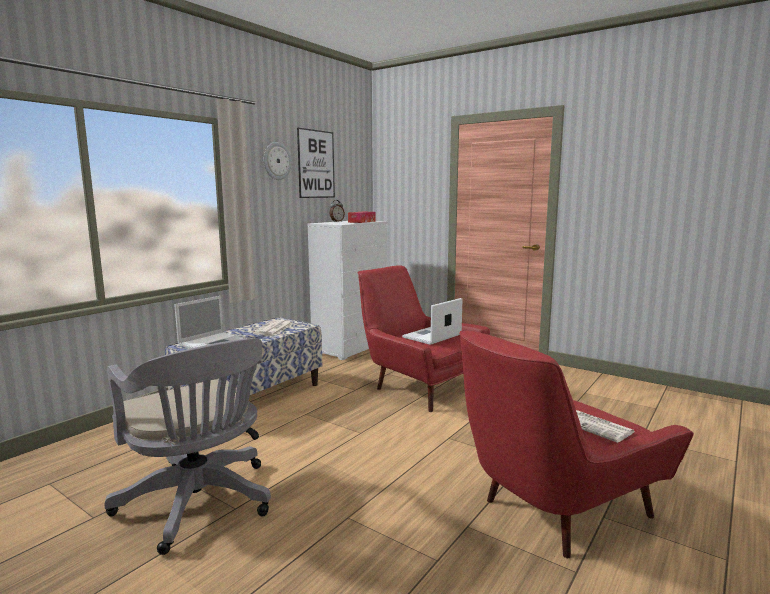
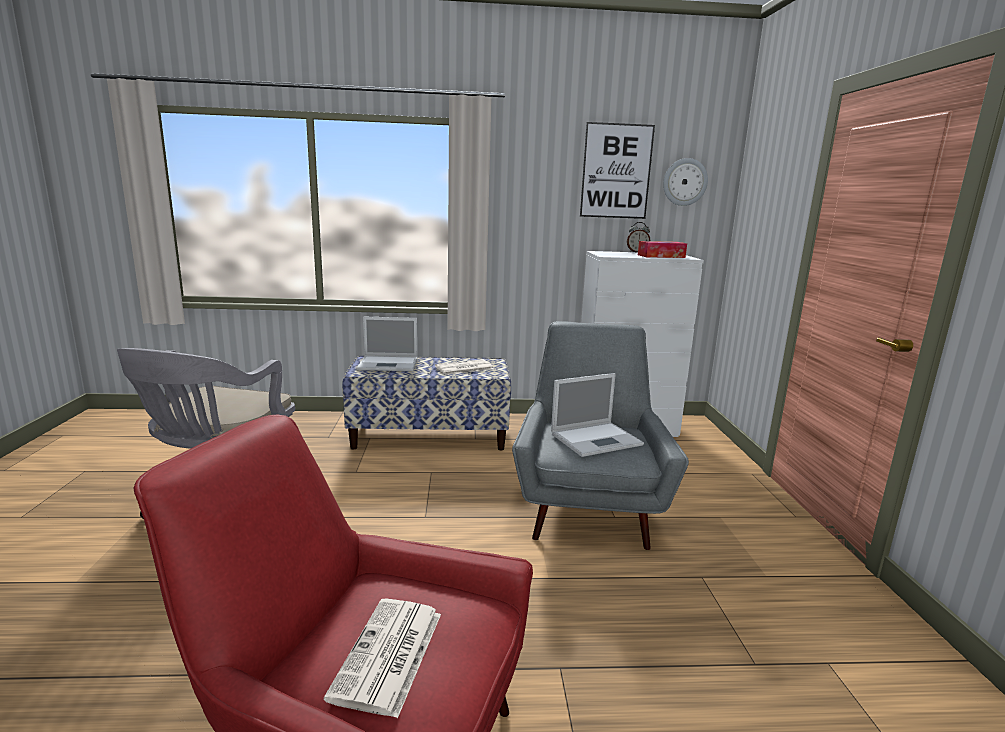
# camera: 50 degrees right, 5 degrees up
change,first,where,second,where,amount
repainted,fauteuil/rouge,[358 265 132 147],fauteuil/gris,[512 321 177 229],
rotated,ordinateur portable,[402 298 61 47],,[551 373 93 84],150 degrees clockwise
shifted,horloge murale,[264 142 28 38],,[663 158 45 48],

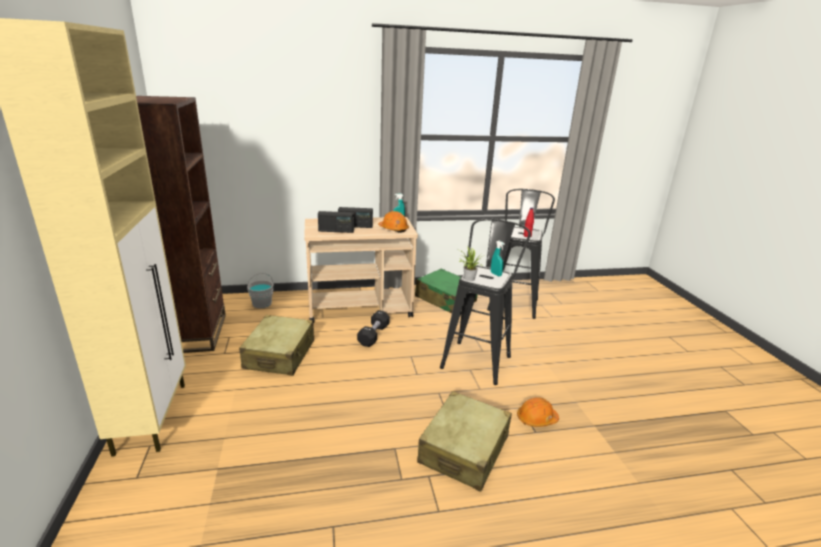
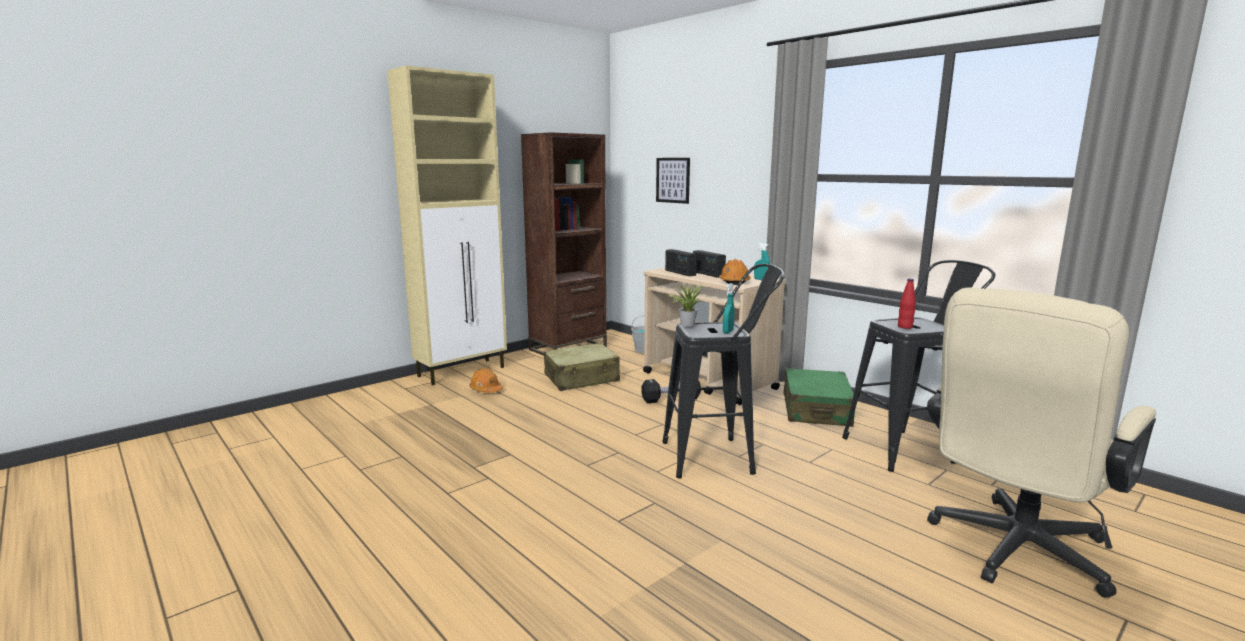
# camera: 60 degrees right, 10 degrees down
change,first,where,second,where,amount
shifted,casque de chantier/orange,[517 397 42 30],,[469 369 34 24],
new,,,tableau,[656 158 34 46],
new,,,chaise de bureau/beige,[927 288 229 310],
gone,valise/beige,[417 391 95 100],,,

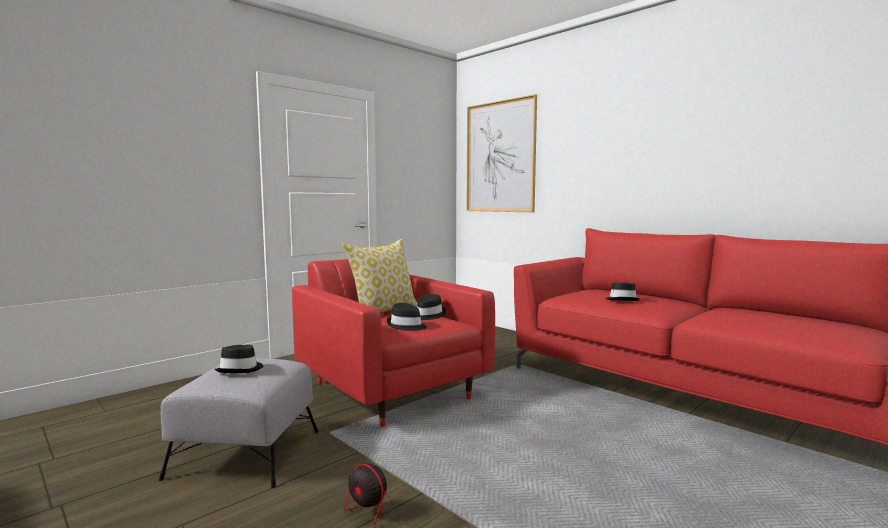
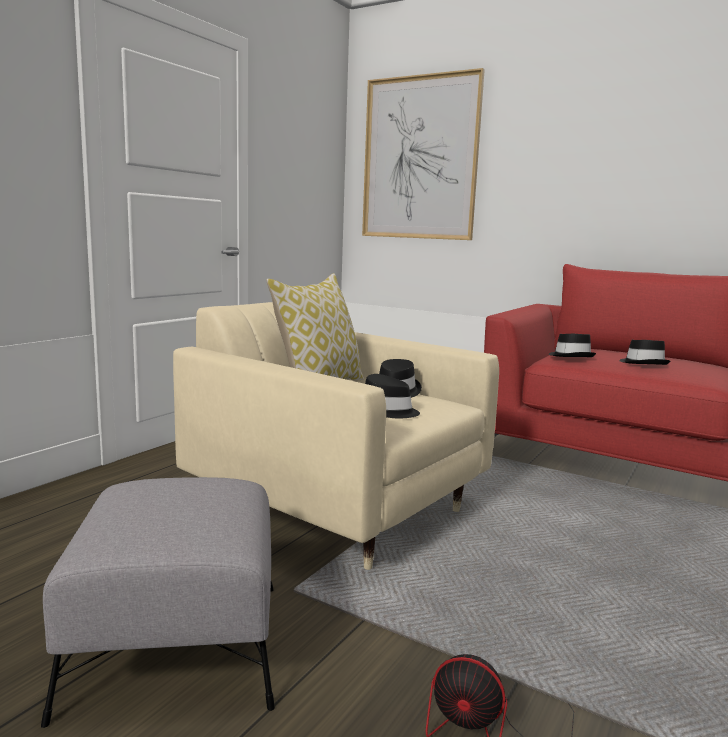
# camera: 15 degrees left, 5 degrees up
change,first,where,second,where,amount
repainted,fauteuil/rouge,[292 259 203 168],fauteuil/beige,[173 302 326 268],
shifted,chapeau/noir,[214 345 49 28],,[549 334 47 23],

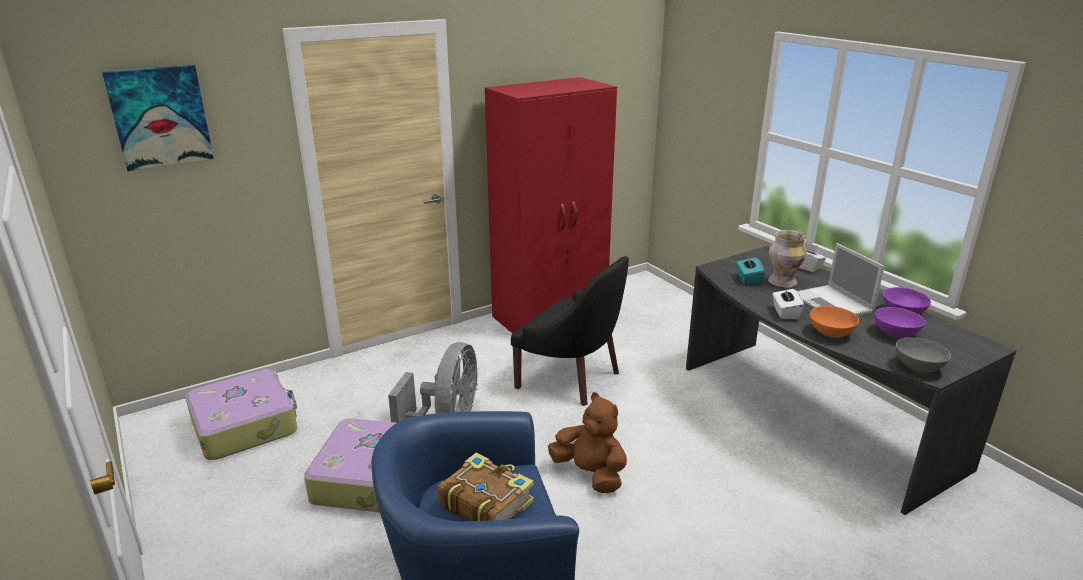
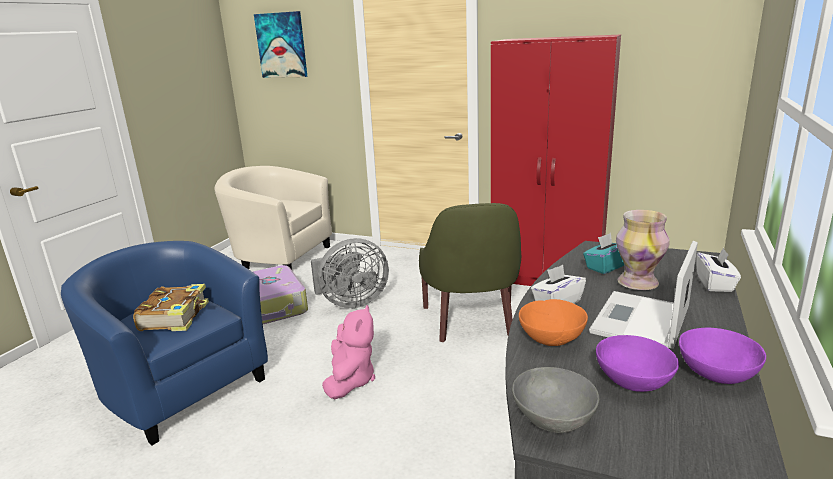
# camera: 55 degrees right, 5 degrees down
change,first,where,second,where,amount
swapped,valise,[185 369 112 91],fauteuil/beige,[215 166 117 104],
repainted,peluche/marron,[548 392 79 101],peluche/rose,[322 305 53 94],
repainted,fauteuil/noir,[511 256 118 150],fauteuil/vert,[419 203 102 139],

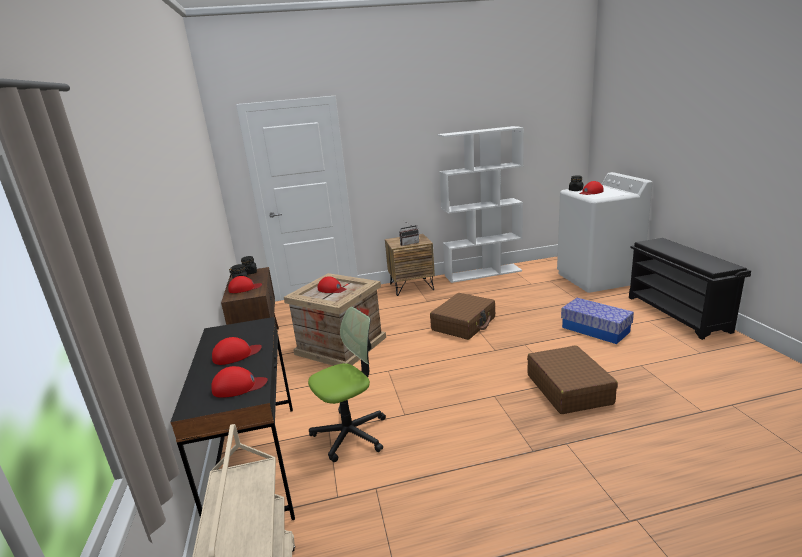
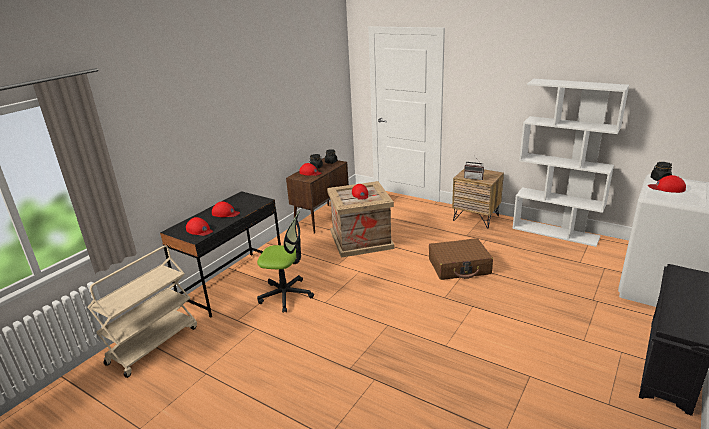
# camera: 45 degrees right, 5 degrees up
change,first,where,second,where,amount
gone,valise/marron,[527 345 91 69],,,
gone,boîte de rangement,[561 298 73 46],,,

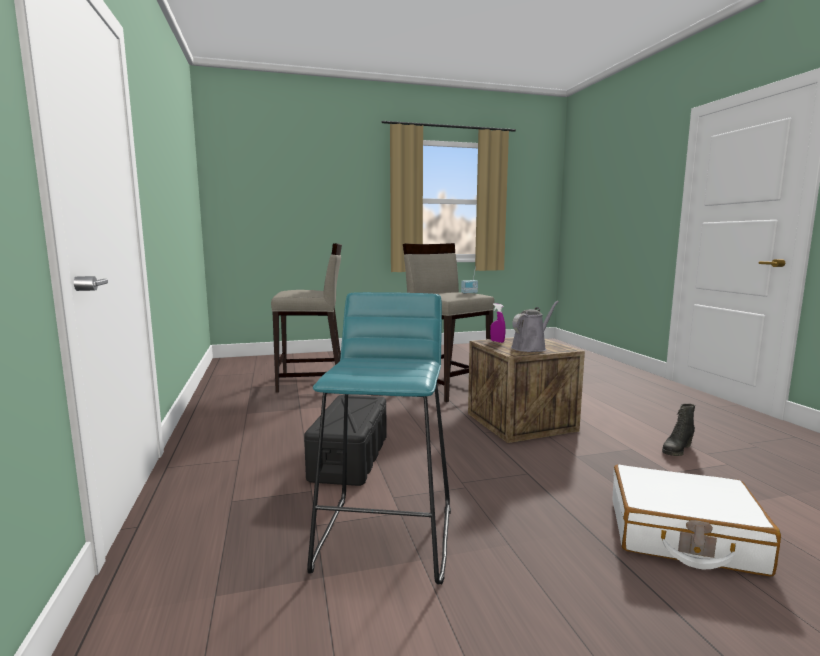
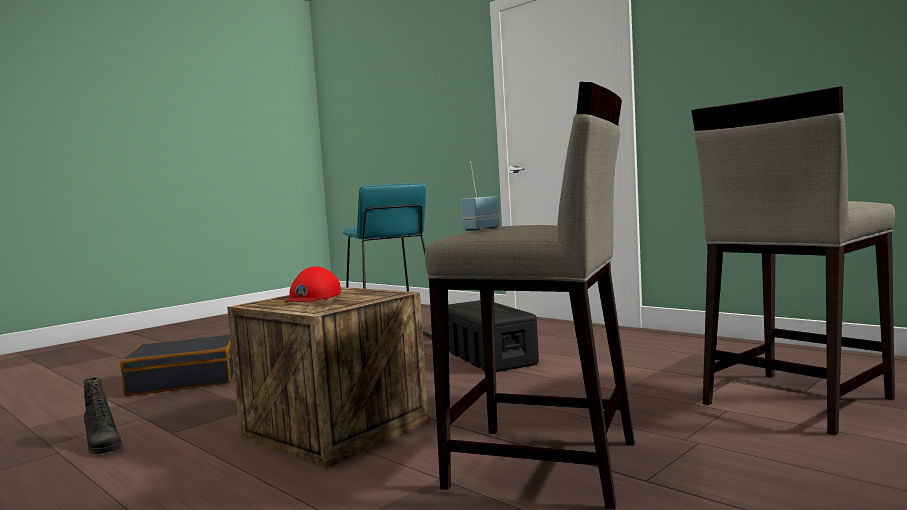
# camera: 150 degrees right, 5 degrees down
change,first,where,second,where,amount
rotated,botte/noir,[662 404 33 52],,[83 377 39 77],120 degrees clockwise
repainted,valise/blanc,[612 464 169 113],valise/noir,[120 334 114 62],
swapped,arrosoir/gris,[511 301 48 51],casquette/rouge,[285 266 56 36],
gone,vaporisateur/violet,[490 303 16 40],,,

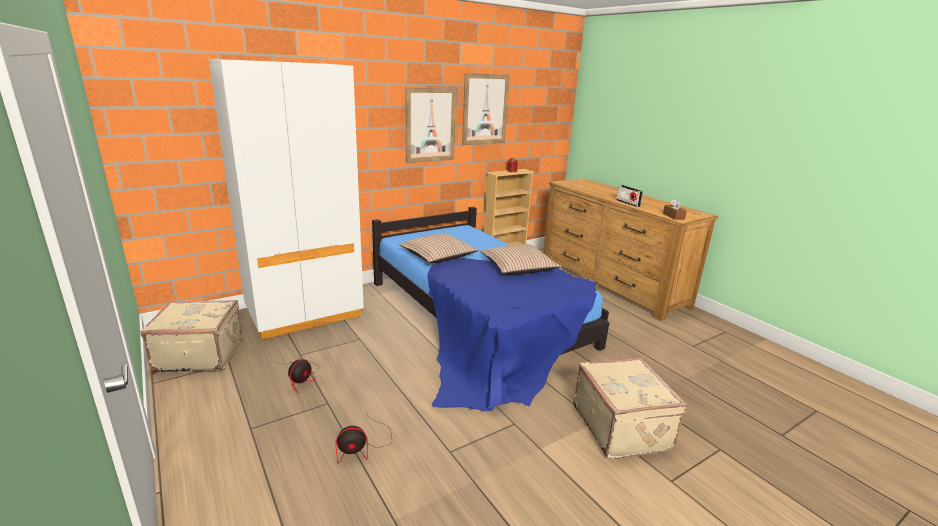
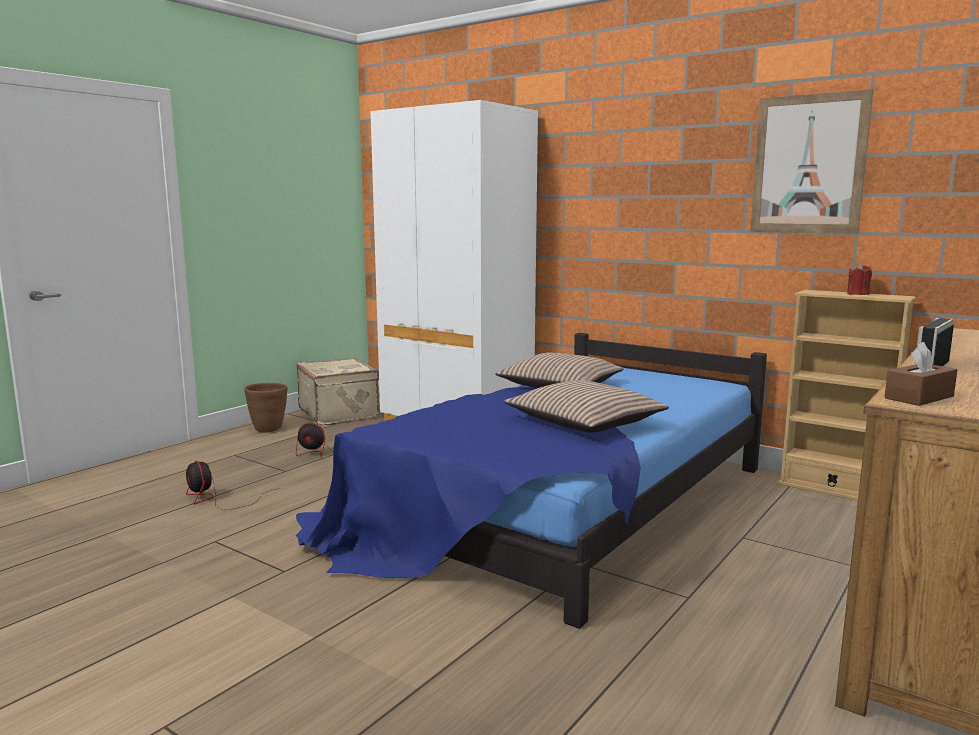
# camera: 70 degrees right, 10 degrees down
change,first,where,second,where,amount
new,,,cache-pot/marron,[244 383 43 50],
gone,tableau,[405 87 51 76],,,
gone,valise/beige,[573 358 114 101],,,

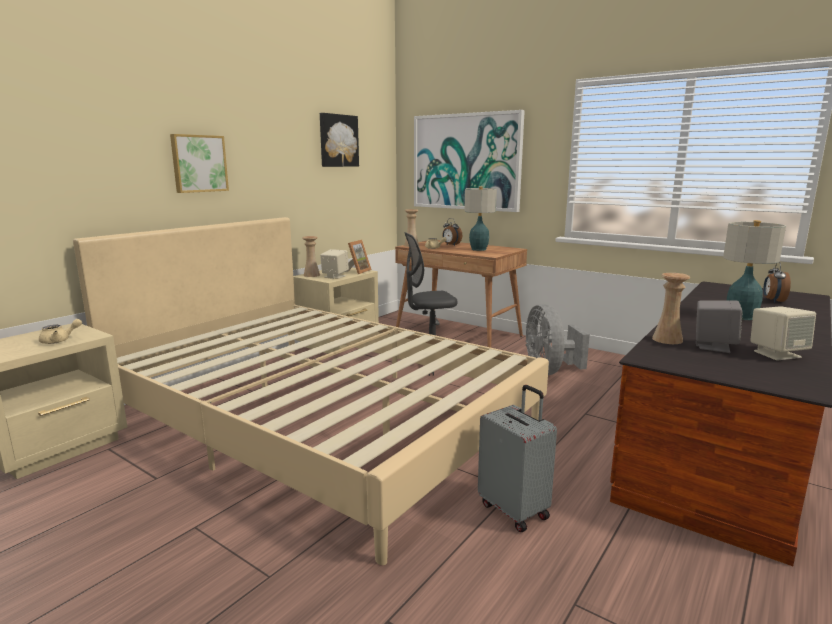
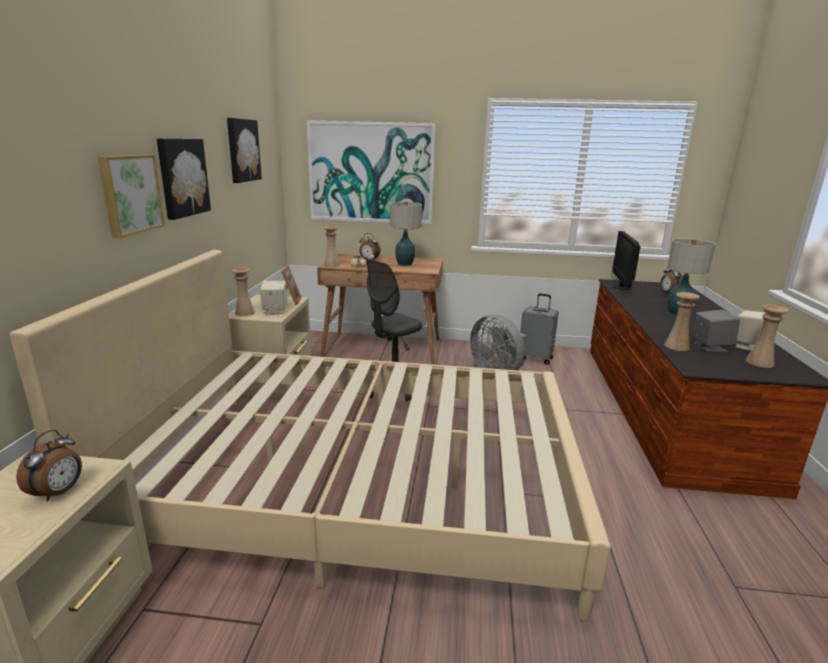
# camera: 30 degrees left, 5 degrees up
change,first,where,second,where,amount
swapped,théière/beige,[39 319 43 25],réveil,[16 430 66 72],
new,,,tableau,[157 139 54 81],
shifted,valise/gris,[478 385 79 147],,[520 293 39 72],
new,,,écran d'ordinateur,[612 231 29 59],
new,,,vase/beige,[746 305 43 63],

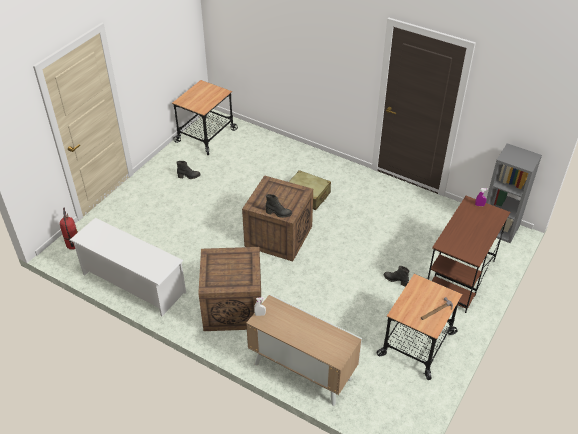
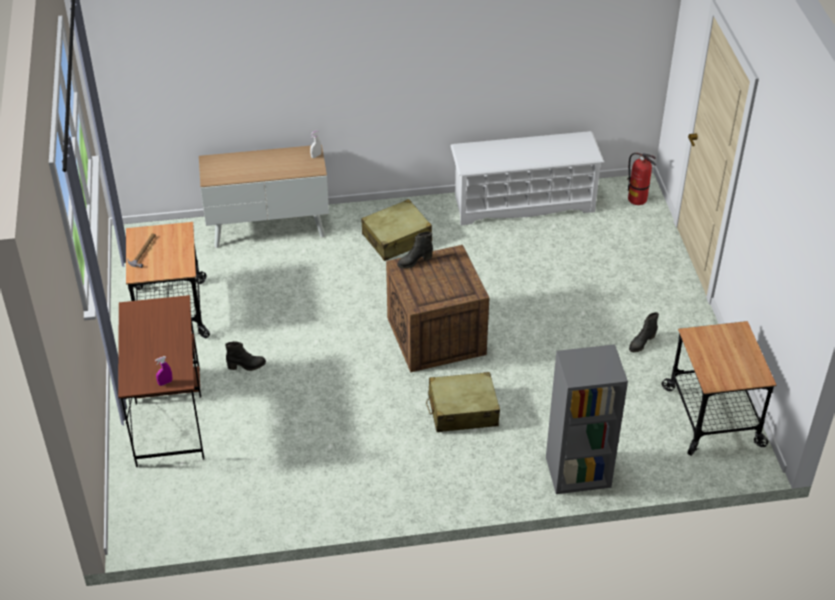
# camera: 140 degrees right, 0 degrees up
change,first,where,second,where,amount
swapped,caisse,[198 247 63 84],valise/beige,[361 199 71 62],
shifted,bibliothèque/gris,[486 143 56 100],,[546 344 82 150],

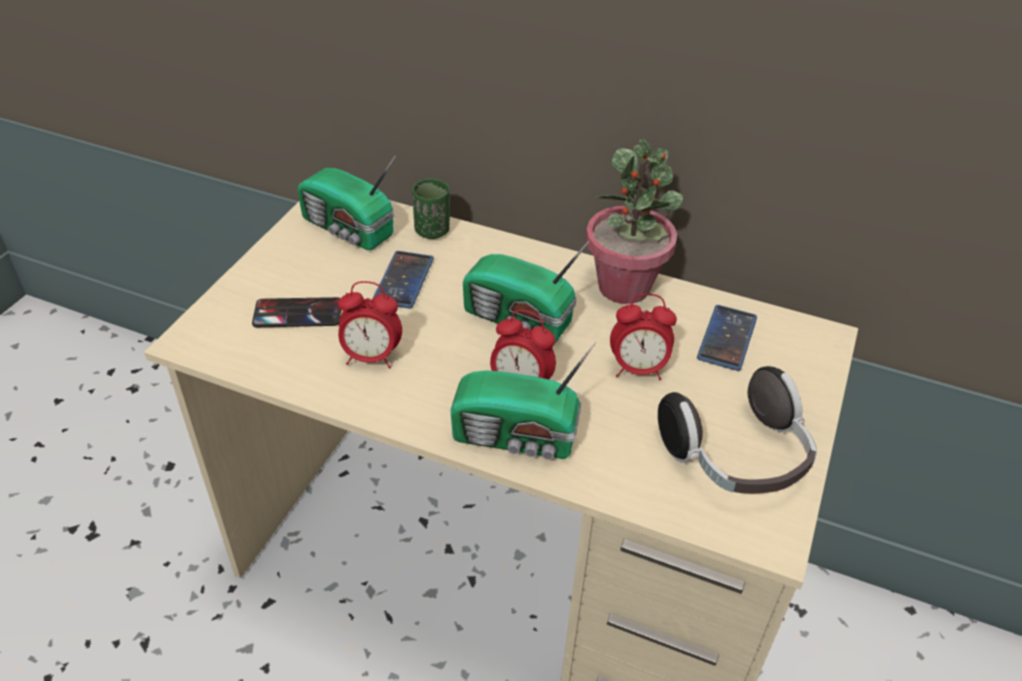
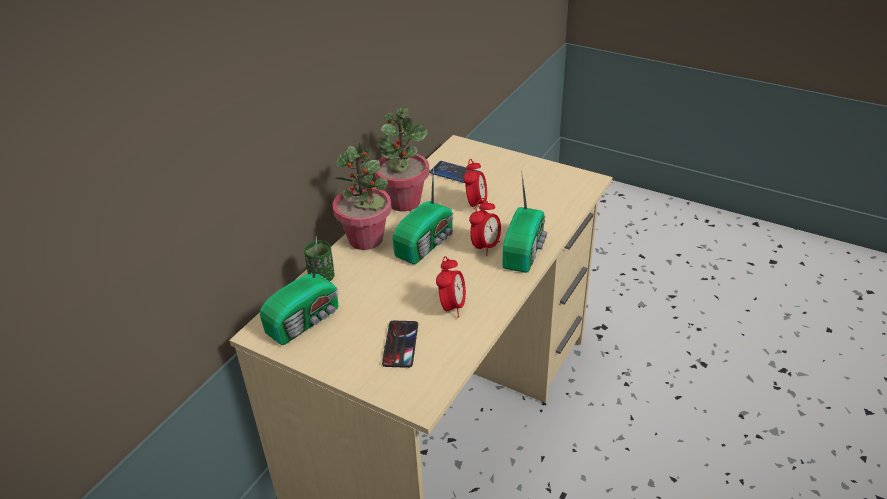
# camera: 80 degrees left, 5 degrees down
change,first,where,second,where,amount
new,,,plante en pot,[332 143 60 107],
gone,téléphone,[372 251 62 57],,,
gone,casque audio,[658 366 159 128],,,

